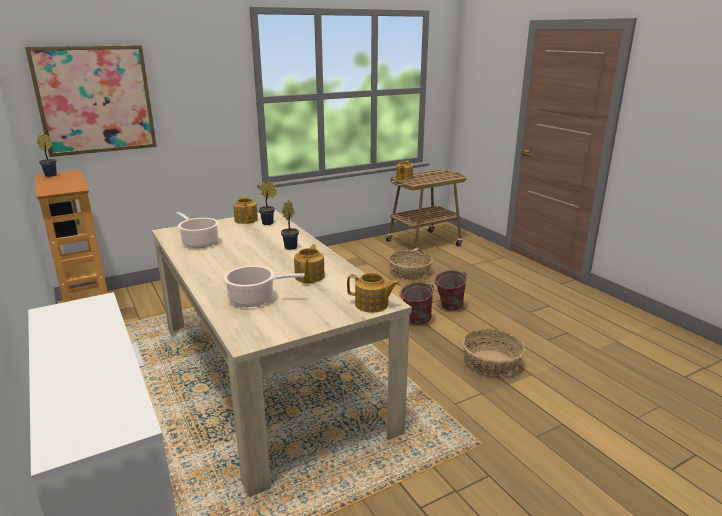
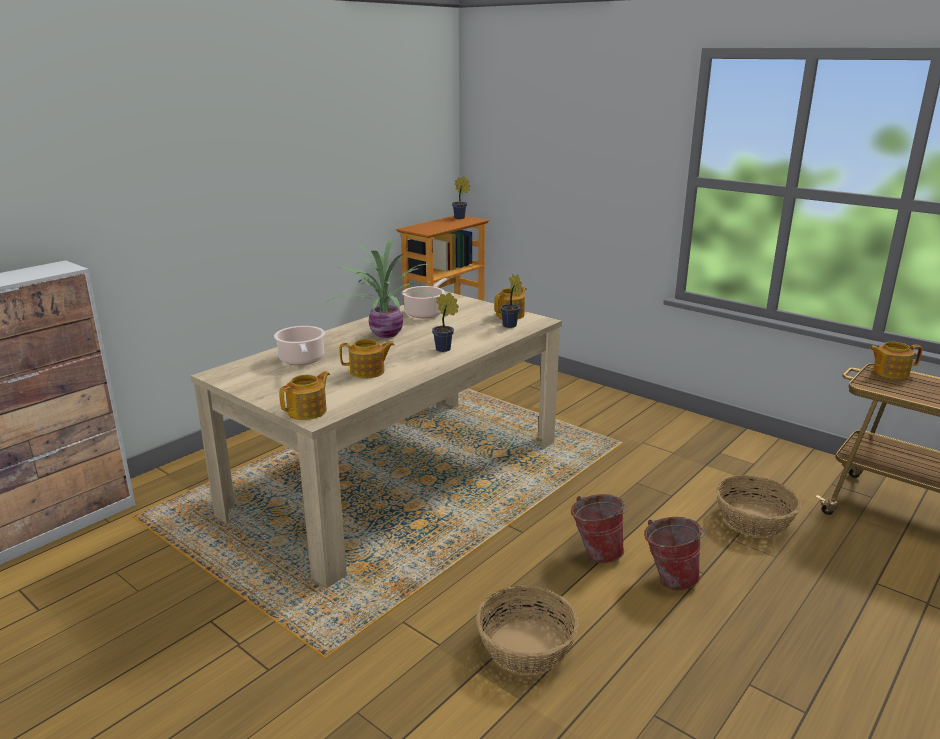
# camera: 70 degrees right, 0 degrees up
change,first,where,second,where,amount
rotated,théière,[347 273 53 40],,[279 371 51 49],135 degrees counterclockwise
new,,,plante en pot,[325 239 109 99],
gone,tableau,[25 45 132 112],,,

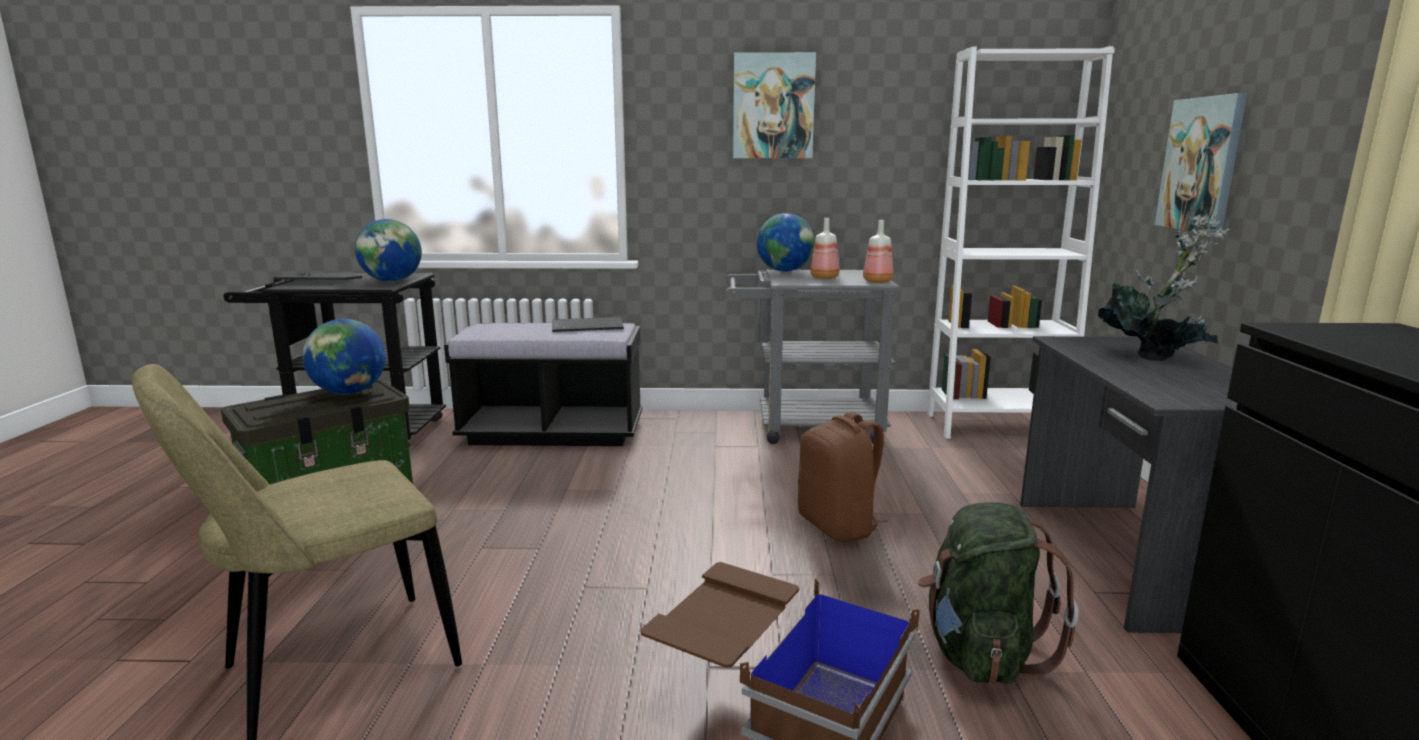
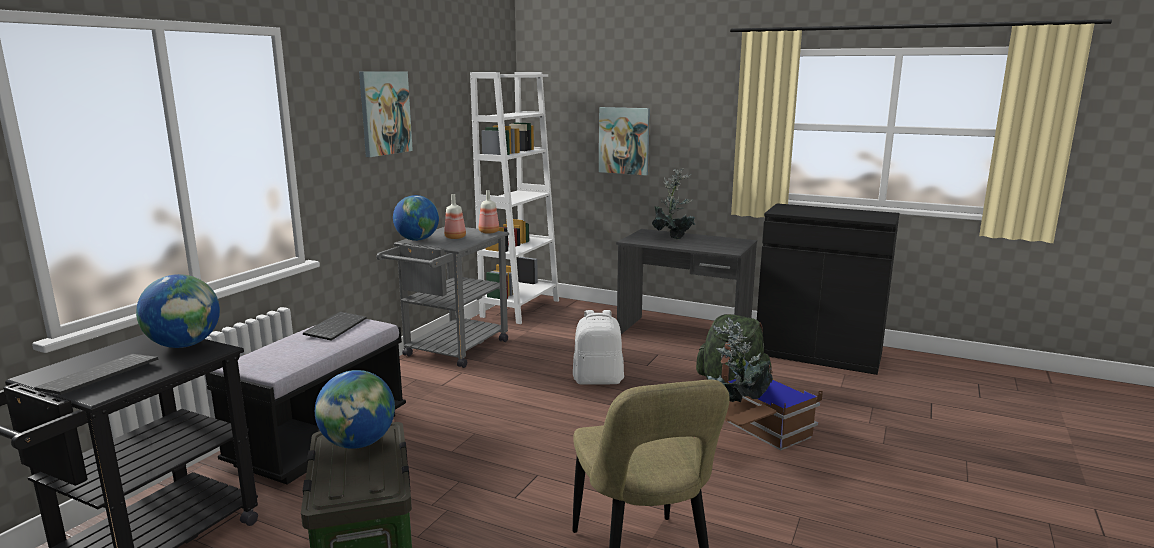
# camera: 65 degrees left, 0 degrees up
change,first,where,second,where,amount
repainted,sac à dos/marron,[798 412 90 130],sac à dos/blanc,[573 310 51 75],
new,,,plante en pot,[707 317 66 85],

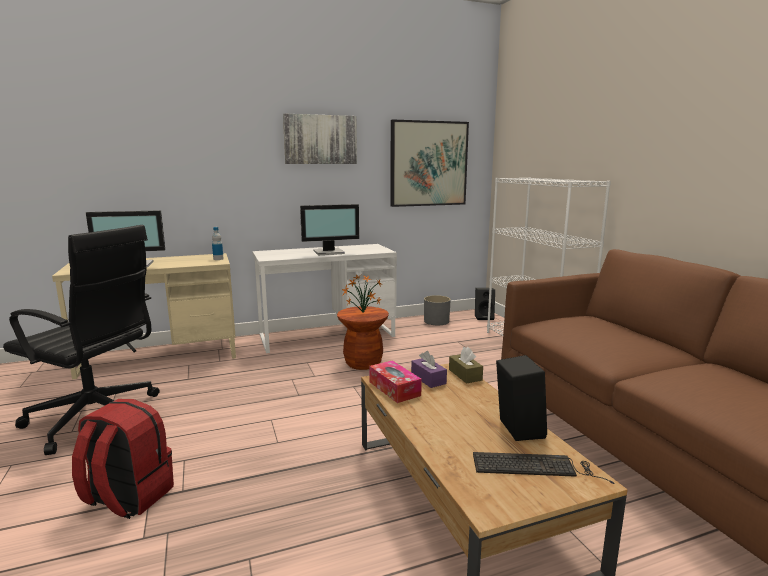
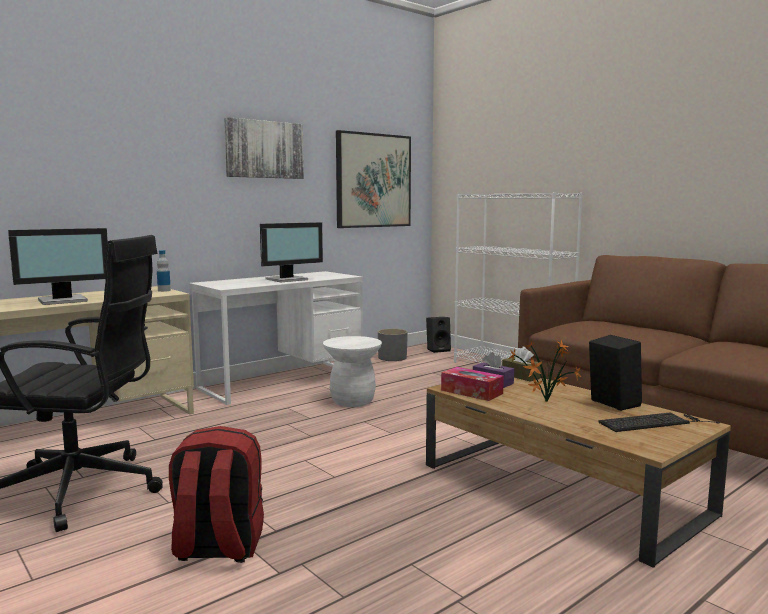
# camera: 20 degrees left, 5 degrees down
change,first,where,second,where,amount
repainted,tabouret/marron,[337 306 52 64],tabouret/blanc,[323 336 59 71],
shifted,plante en pot,[342 274 41 38],,[509 340 72 63],

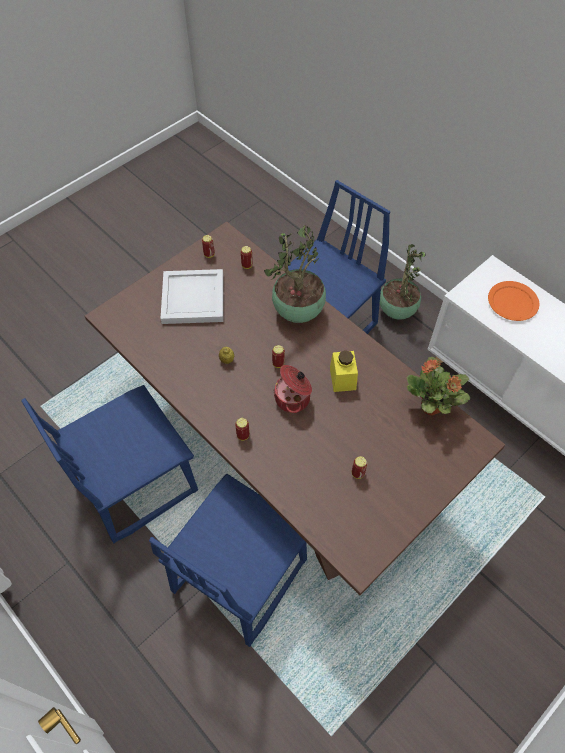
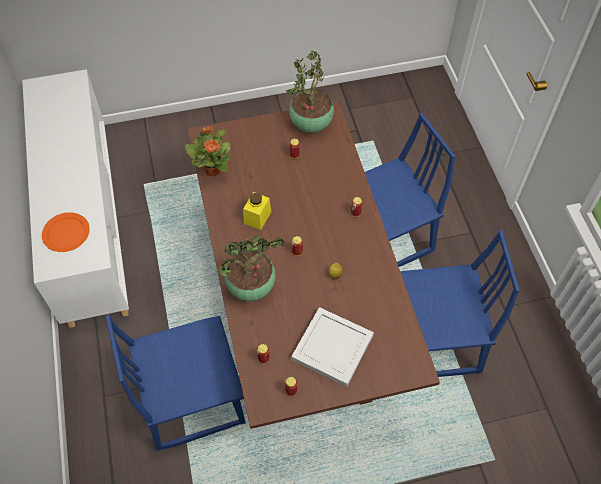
# camera: 150 degrees left, 0 degrees up
change,first,where,second,where,amount
shifted,plante en pot,[380 244 46 75],,[286 50 48 83],
gone,marmite,[273 365 39 48],,,

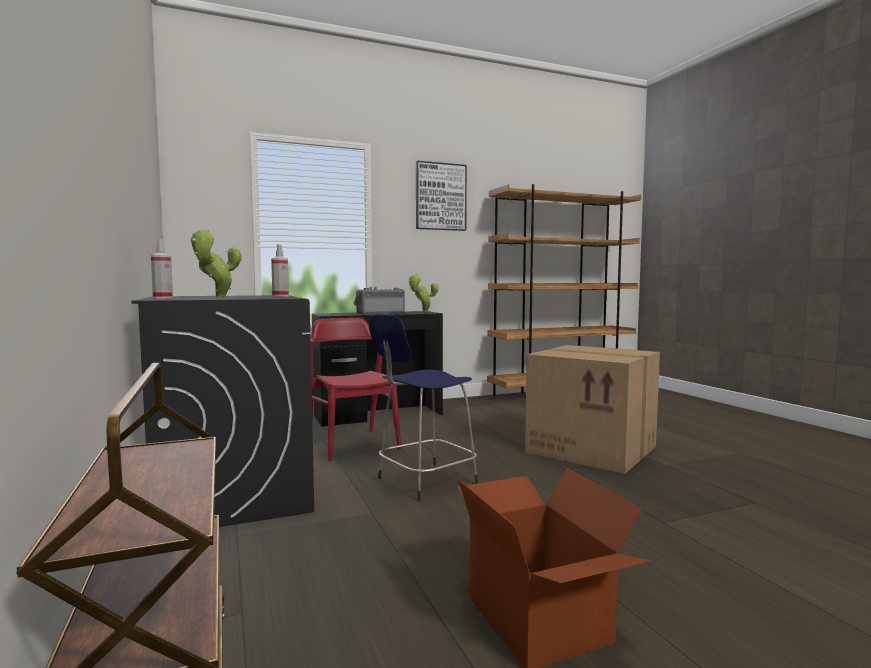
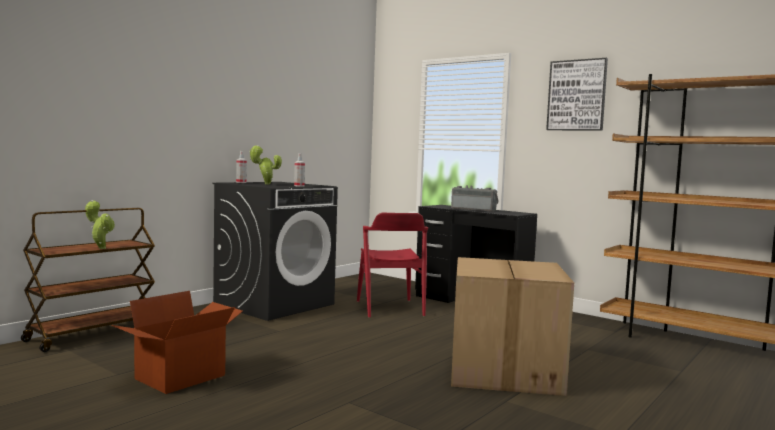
# camera: 60 degrees right, 0 degrees up
change,first,where,second,where,amount
shifted,plante en pot,[408 274 31 38],,[85 200 30 49],
rotated,chaise/rouge,[310 318 92 144],,[357 213 71 105],135 degrees clockwise
gone,tabouret/bleu,[369 314 109 188],,,

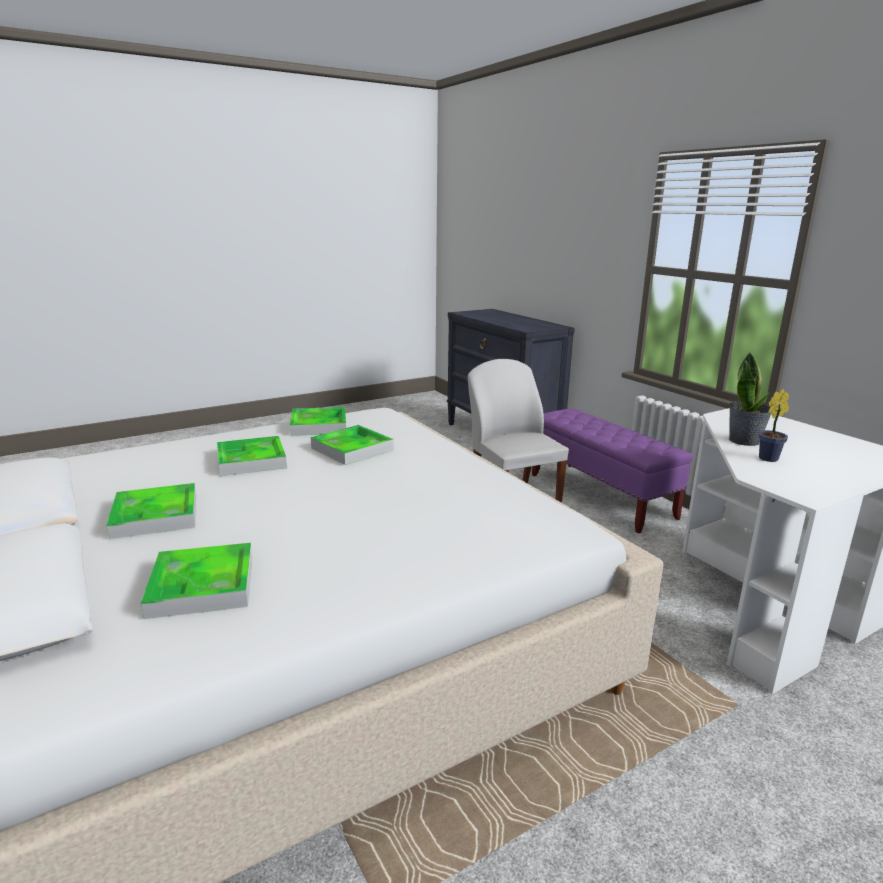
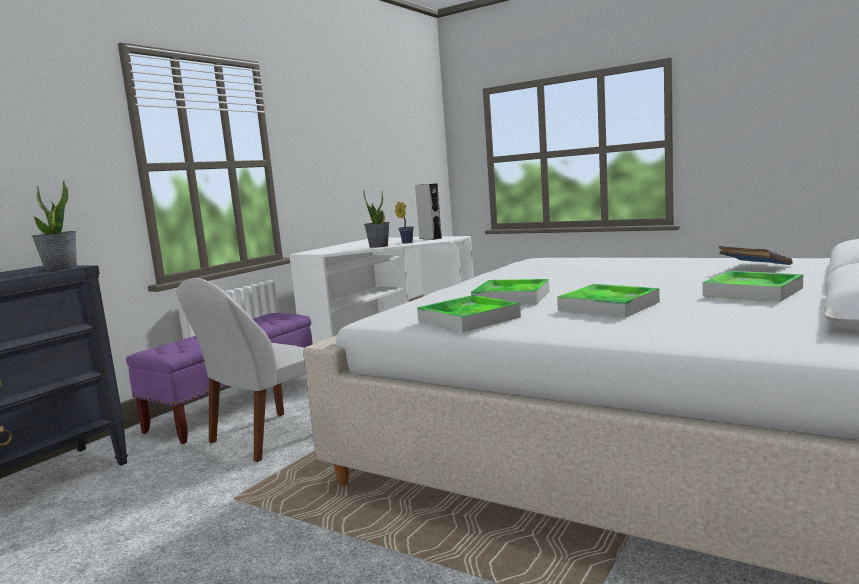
# camera: 115 degrees left, 10 degrees down
change,first,where,second,where,amount
new,,,plante en pot,[31 181 46 90],
new,,,enceinte/gris,[415 183 27 57],
swapped,plateau,[141 543 111 76],livre/bleu,[719 246 73 19],

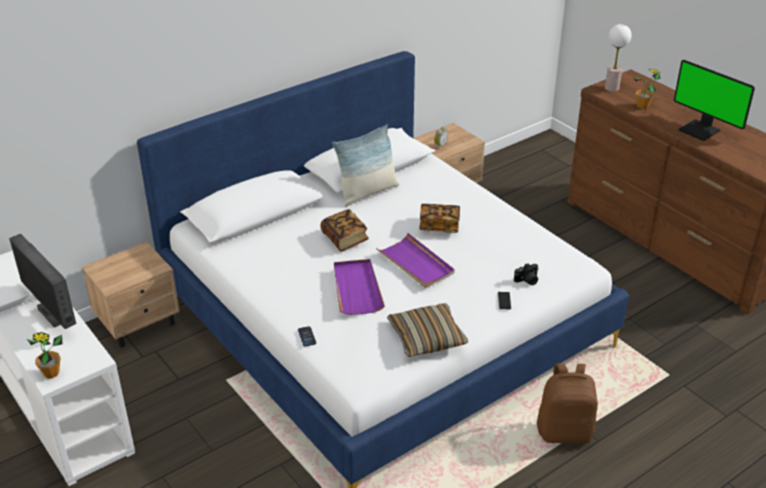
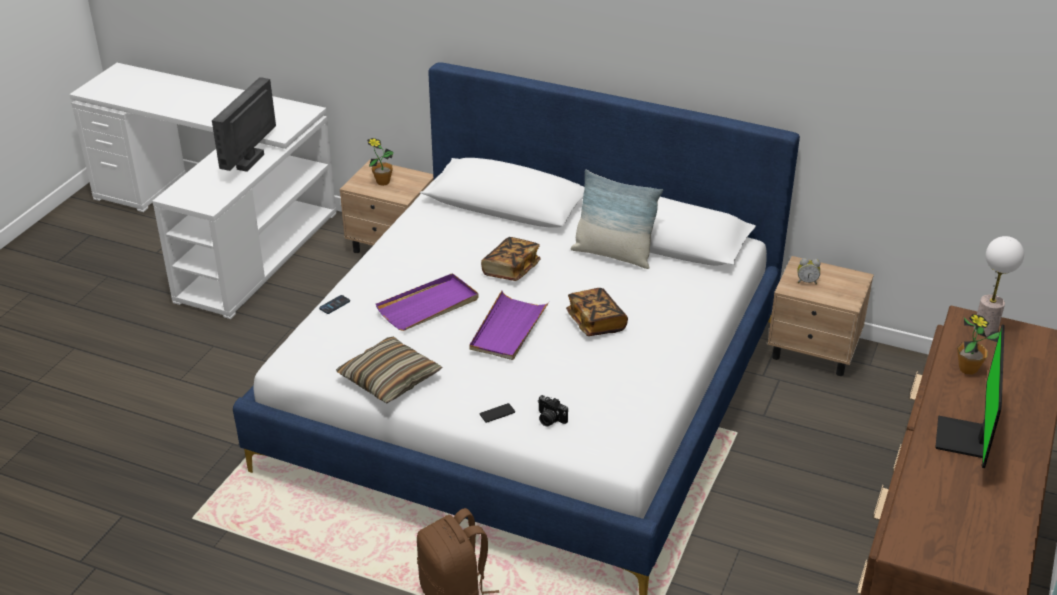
# camera: 60 degrees right, 0 degrees up
change,first,where,second,where,amount
shifted,plante en pot,[27 332 36 46],,[367 138 27 48],

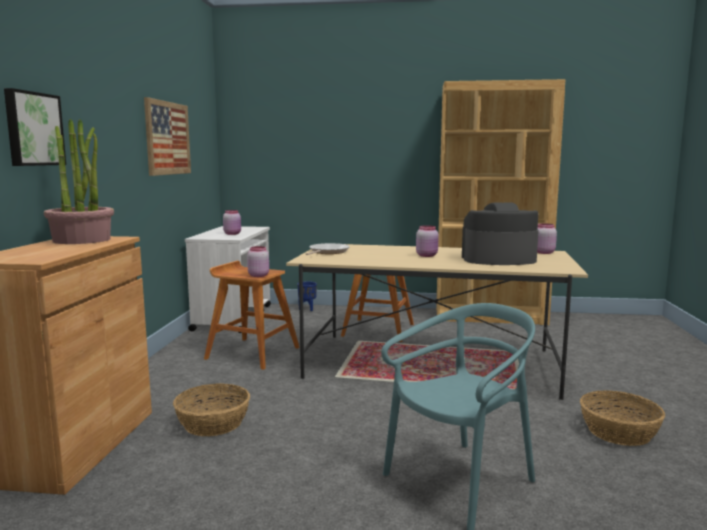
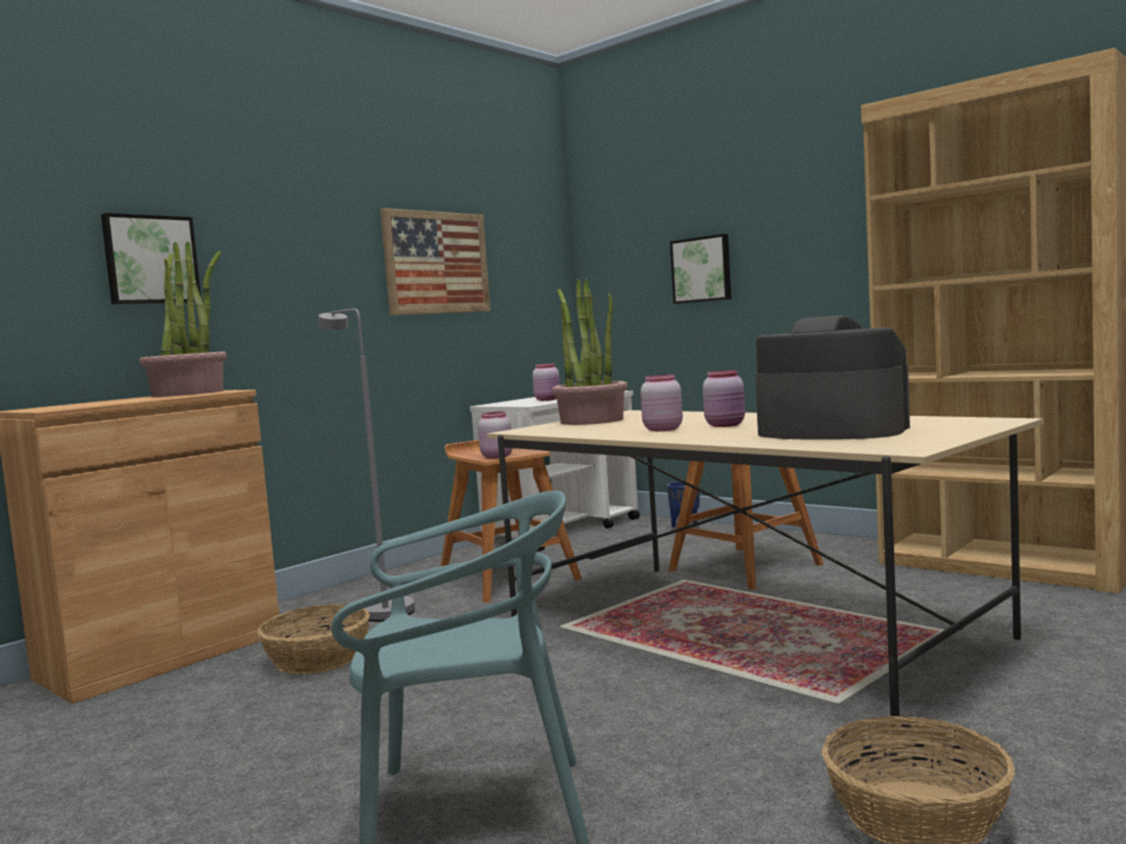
# camera: 35 degrees right, 5 degrees down
change,first,where,second,where,amount
new,,,lampadaire/gris,[318 309 97 313],
swapped,poêle,[306 243 44 12],plante en pot,[552 279 76 146],
shifted,bocal/rose,[537 223 20 31],,[640 374 43 57],
new,,,tableau,[670 234 61 70],

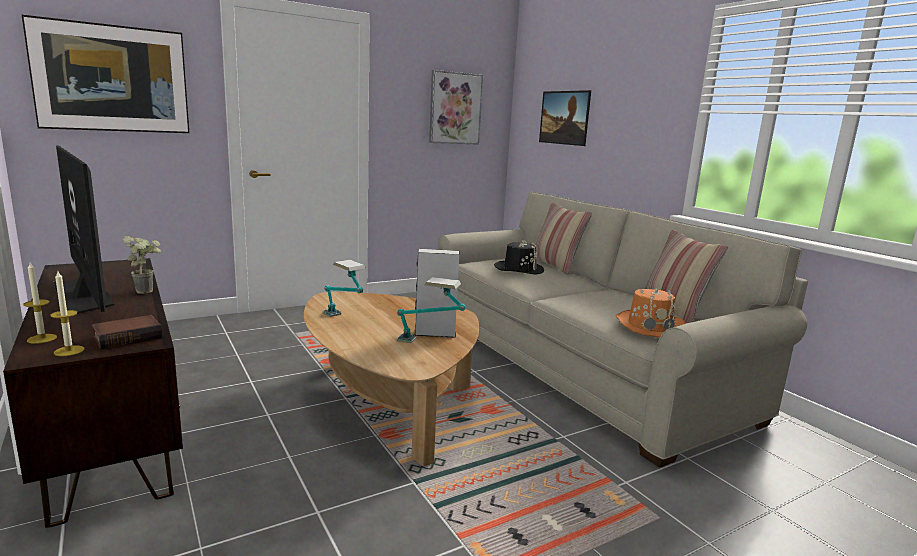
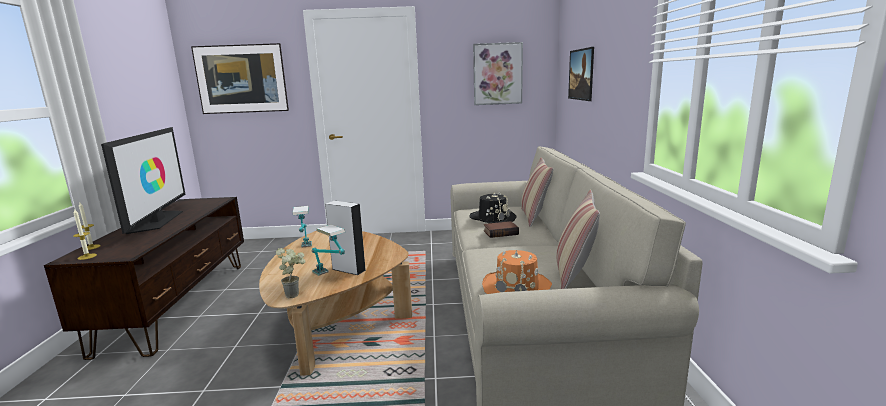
# camera: 30 degrees right, 0 degrees up
change,first,where,second,where,amount
shifted,plante en pot,[123 236 38 58],,[276 248 29 50],
shifted,livre,[92 315 71 35],,[484 221 35 17],

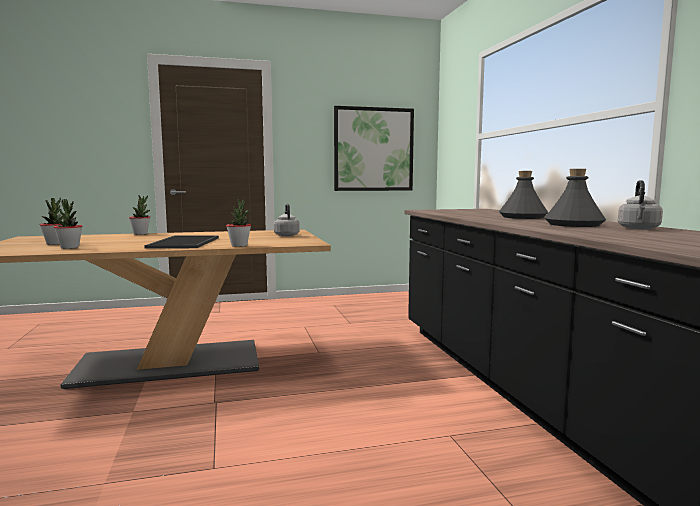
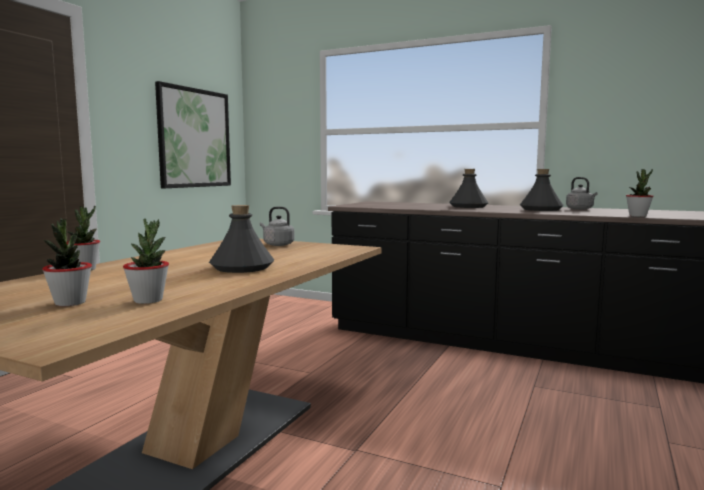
# camera: 50 degrees left, 0 degrees up
change,first,where,second,where,amount
swapped,plateau,[144 235 75 14],bouteille/gris,[209 205 65 68],
shifted,plante en pot,[226 198 25 49],,[626 169 27 48],

